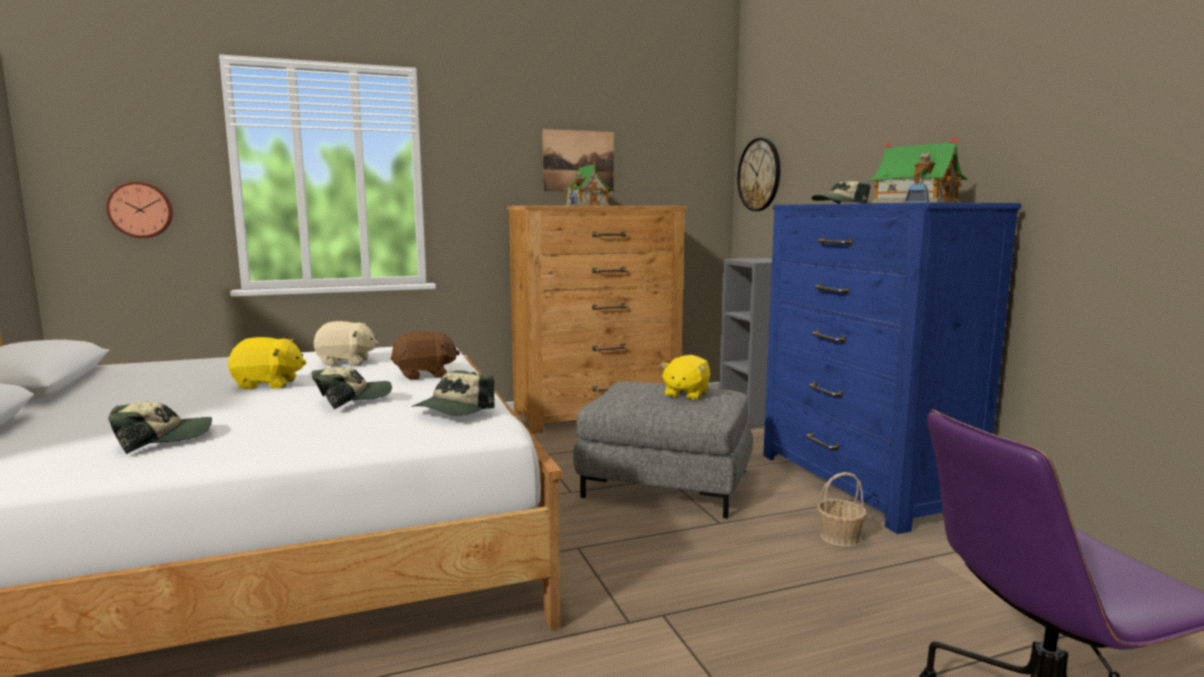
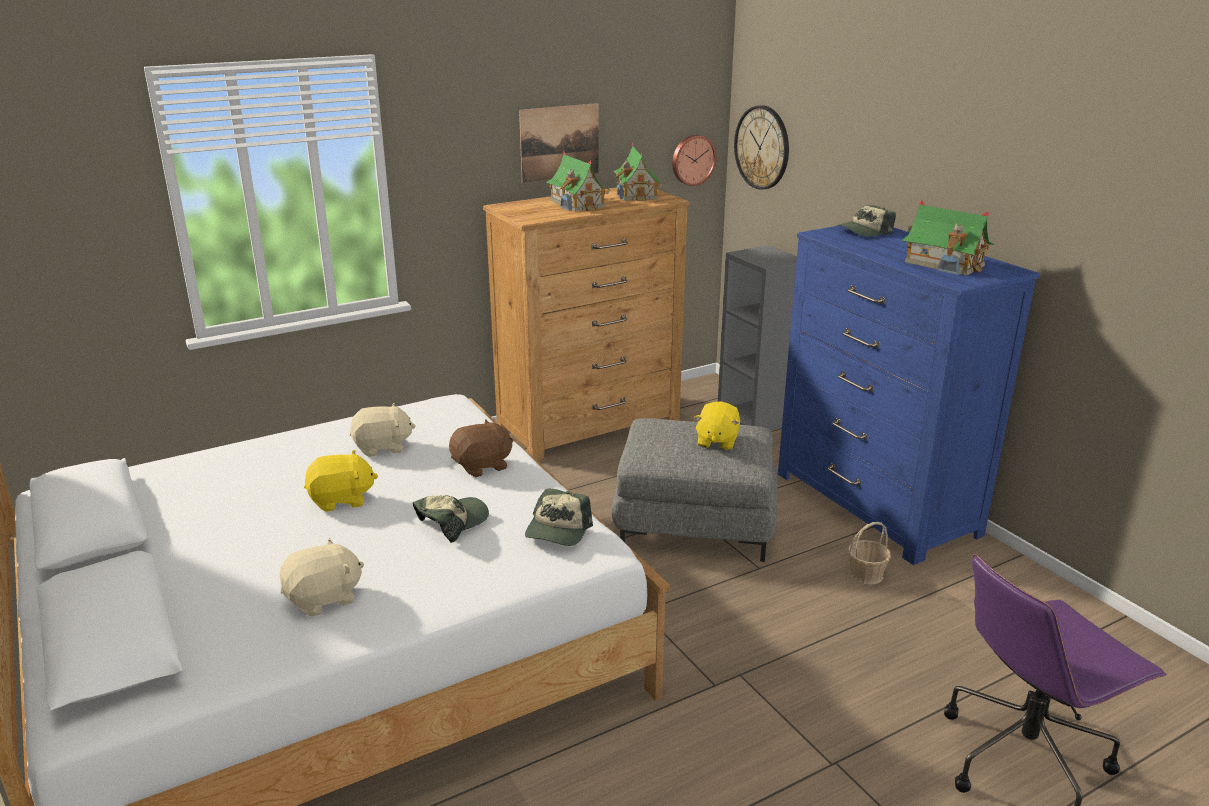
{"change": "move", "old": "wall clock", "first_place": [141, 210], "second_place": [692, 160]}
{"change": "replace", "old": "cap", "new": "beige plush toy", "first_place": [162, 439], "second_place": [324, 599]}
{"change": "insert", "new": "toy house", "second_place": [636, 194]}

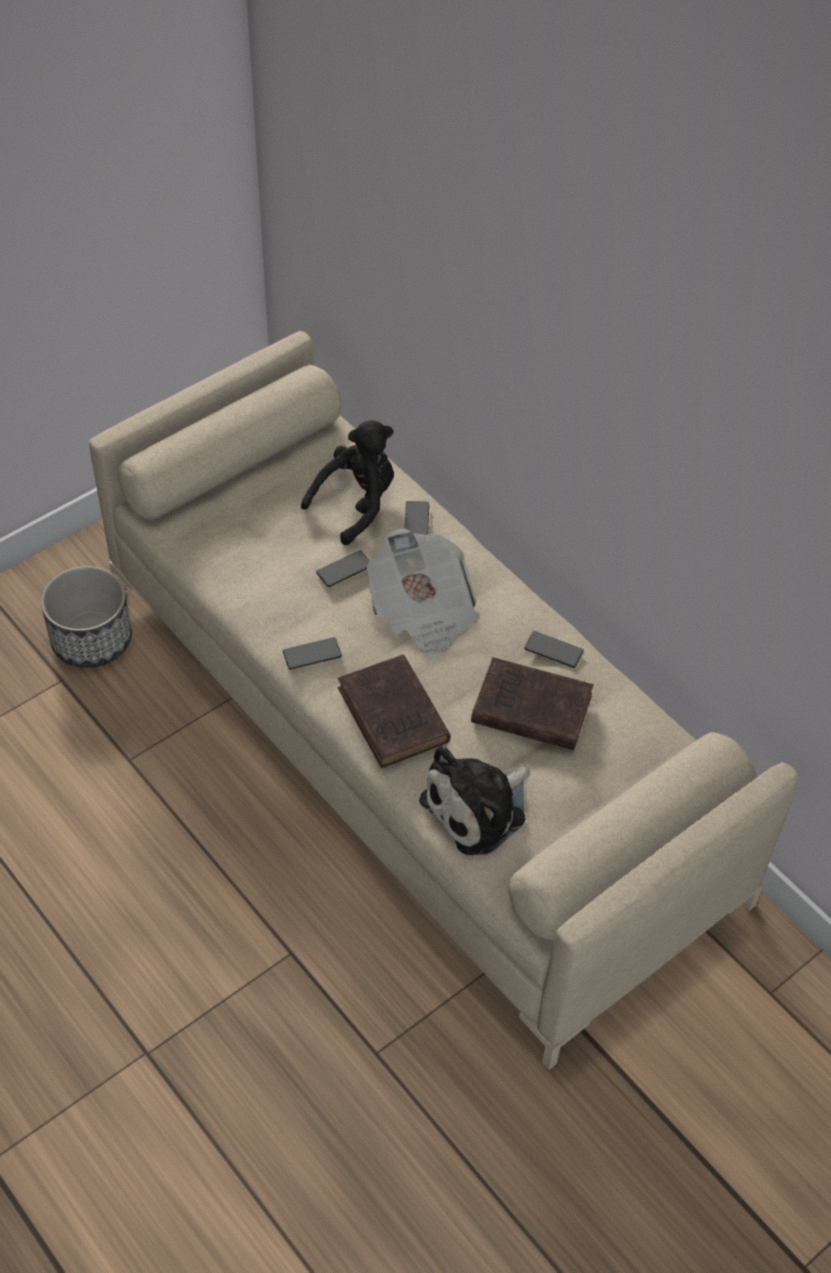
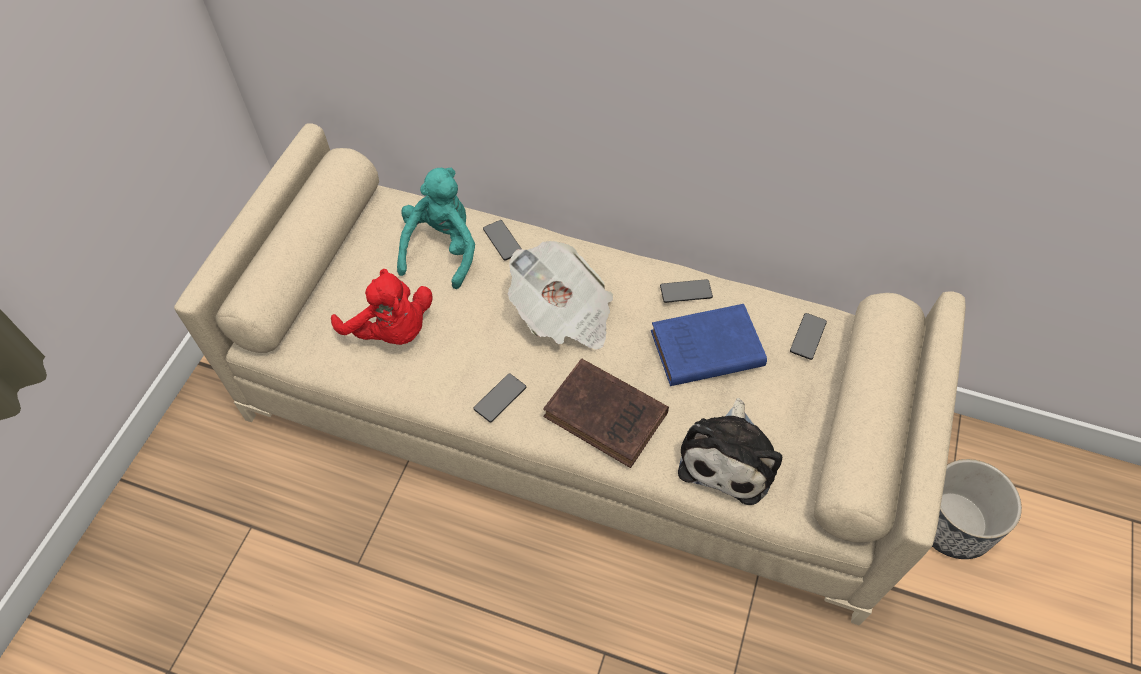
{"change": "move", "old": "planter", "first_place": [92, 640], "second_place": [953, 523]}
{"change": "recolor", "old": "black plush toy", "new": "turquoise plush toy", "first_place": [356, 504], "second_place": [442, 249]}
{"change": "move", "old": "phone", "first_place": [344, 569], "second_place": [808, 336]}
{"change": "recolor", "old": "brown book", "new": "blue book", "first_place": [528, 708], "second_place": [703, 349]}
{"change": "insert", "new": "red plush toy", "second_place": [391, 330]}

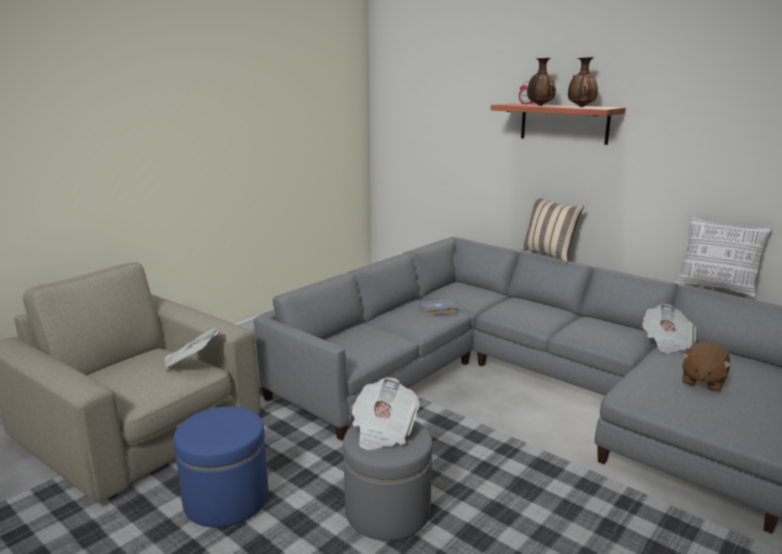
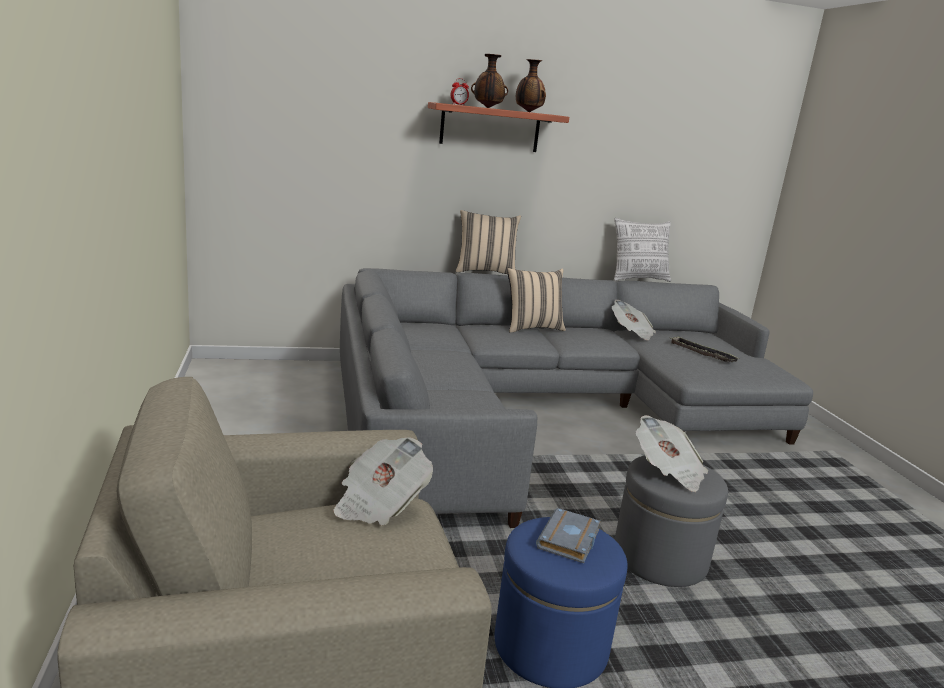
{"change": "move", "old": "grey book", "first_place": [437, 310], "second_place": [570, 541]}
{"change": "replace", "old": "brown plush toy", "new": "tray", "first_place": [702, 381], "second_place": [702, 353]}
{"change": "insert", "new": "beige pillow", "second_place": [532, 328]}

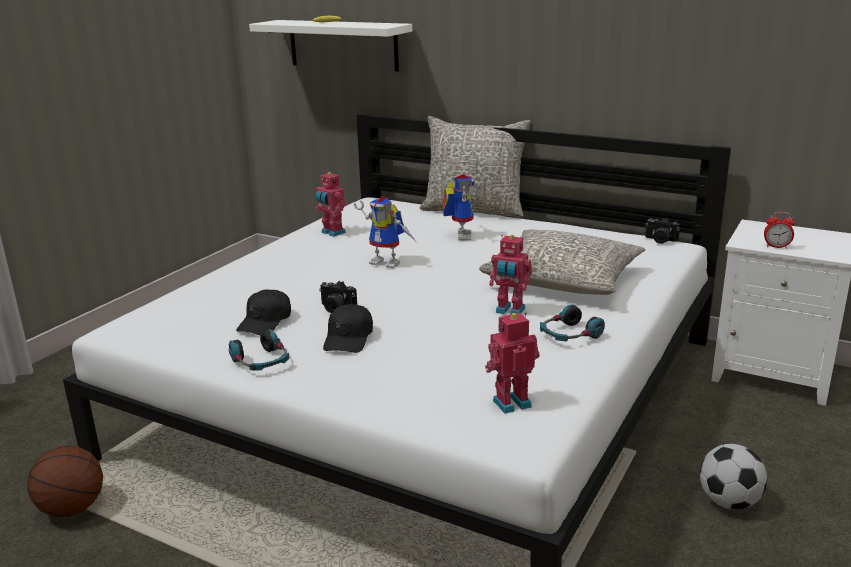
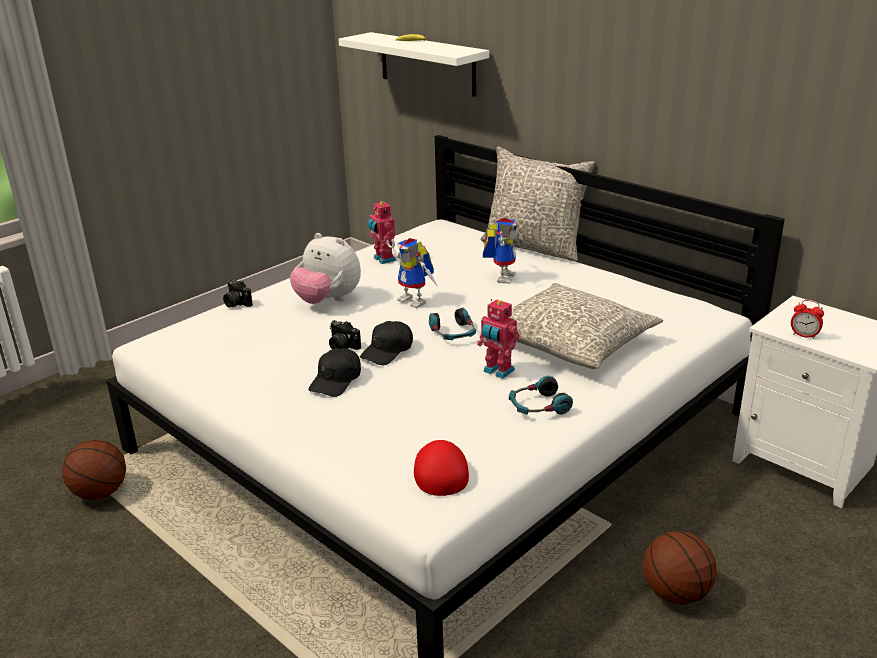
{"change": "move", "old": "headphones", "first_place": [261, 362], "second_place": [453, 333]}
{"change": "move", "old": "black cap", "first_place": [266, 322], "second_place": [388, 351]}
{"change": "replace", "old": "toy robot", "new": "red cap", "first_place": [510, 402], "second_place": [440, 470]}
{"change": "move", "old": "photo camera", "first_place": [660, 240], "second_place": [236, 303]}
{"change": "replace", "old": "football", "new": "basketball", "first_place": [729, 502], "second_place": [676, 593]}
{"change": "insert", "new": "plush toy", "second_place": [328, 301]}

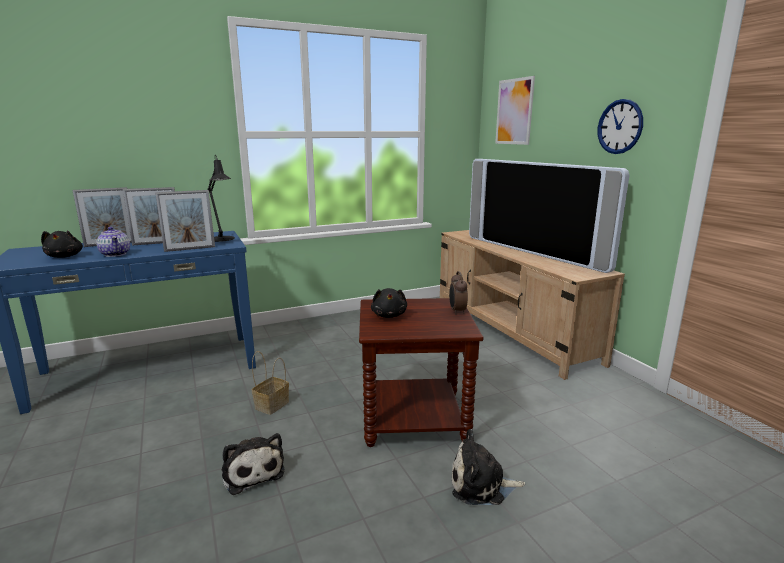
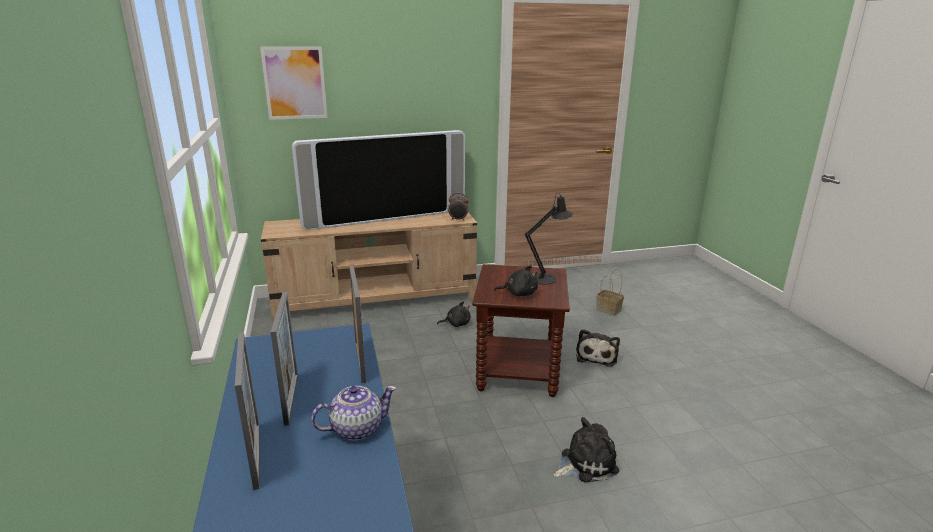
{"change": "move", "old": "black plush toy", "first_place": [65, 256], "second_place": [456, 324]}
{"change": "move", "old": "black table lamp", "first_place": [222, 239], "second_place": [546, 278]}
{"change": "move", "old": "basket", "first_place": [272, 404], "second_place": [607, 309]}
{"change": "move", "old": "alarm clock", "first_place": [457, 311], "second_place": [458, 220]}
{"change": "delete", "old": "wall clock", "first_place": [620, 126]}

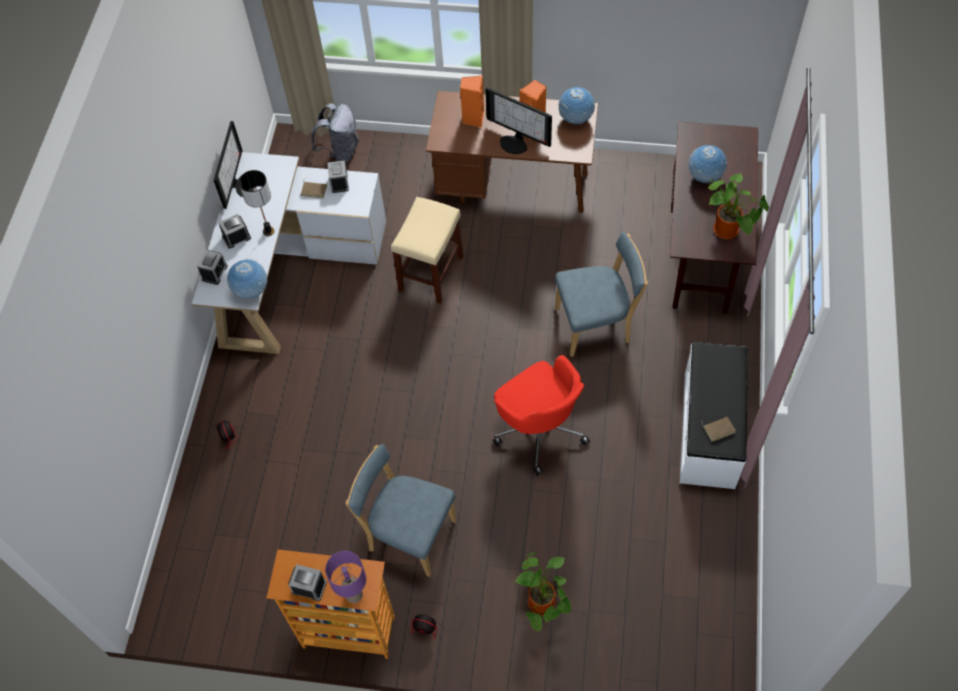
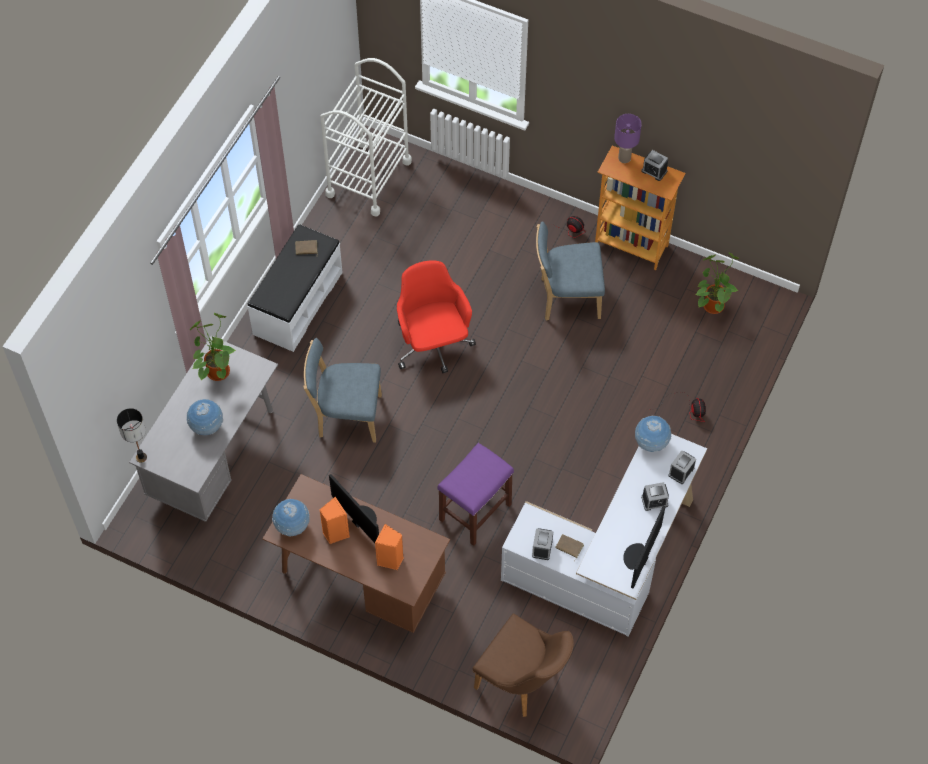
{"change": "move", "old": "table lamp", "first_place": [268, 231], "second_place": [141, 457]}
{"change": "replace", "old": "grey backpack", "new": "brown chair", "first_place": [340, 151], "second_place": [523, 683]}
{"change": "rotate", "old": "blue chair", "first_place": [408, 534], "second_place": [567, 298], "degrees": 135}
{"change": "recolor", "old": "beige stool", "new": "purple stool", "first_place": [431, 274], "second_place": [475, 511]}
{"change": "move", "old": "potted plant", "first_place": [544, 605], "second_place": [712, 303]}
{"change": "recolor", "old": "brown desk", "new": "grey desk", "first_place": [702, 248], "second_place": [215, 457]}
{"change": "insert", "new": "white cart", "second_place": [368, 178]}

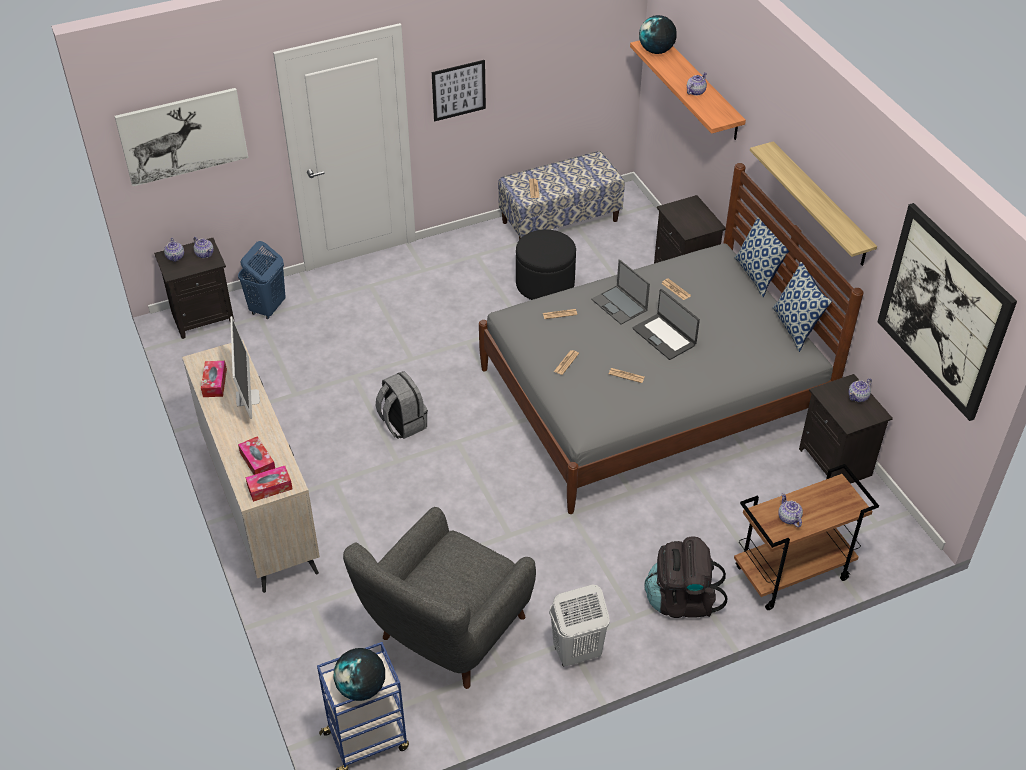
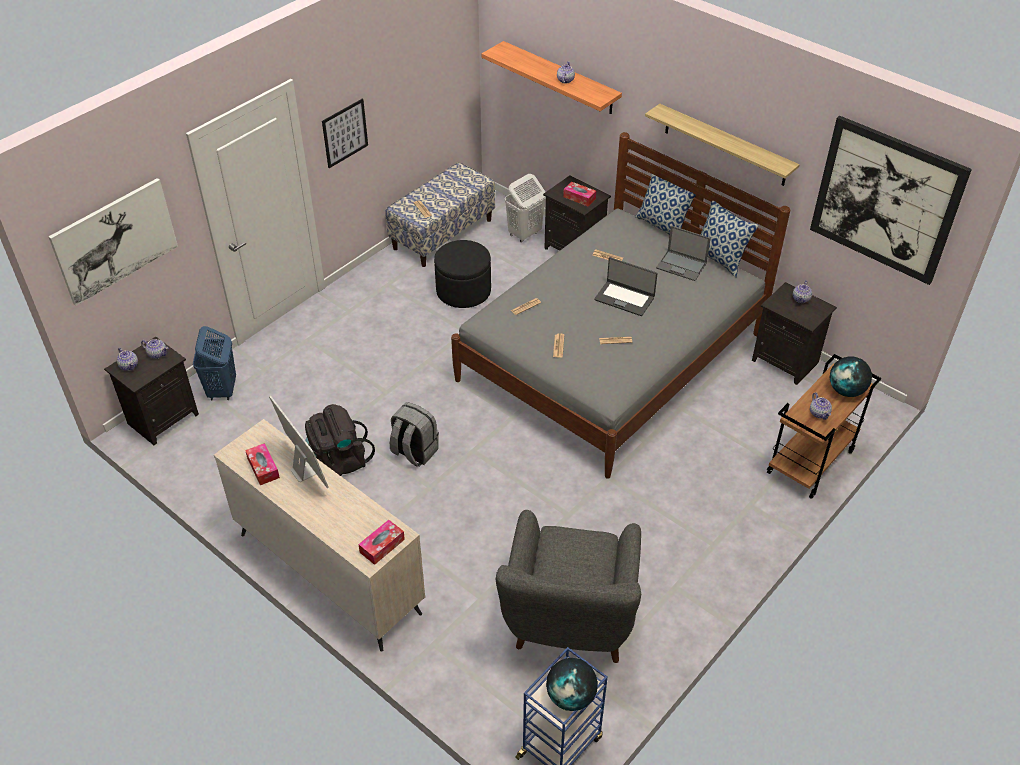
{"change": "move", "old": "tissue box", "first_place": [257, 462], "second_place": [579, 198]}
{"change": "move", "old": "white laundry basket", "first_place": [576, 652], "second_place": [524, 234]}
{"change": "move", "old": "laptop", "first_place": [620, 305], "second_place": [682, 266]}
{"change": "move", "old": "globe", "first_place": [656, 51], "second_place": [846, 390]}
{"change": "move", "old": "black backpack", "first_place": [681, 600], "second_place": [338, 462]}
{"change": "rotate", "old": "teapot", "first_place": [789, 518], "second_place": [819, 413], "degrees": -150}

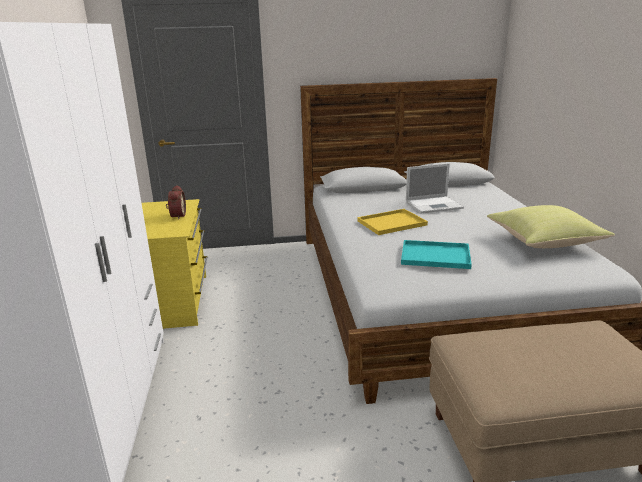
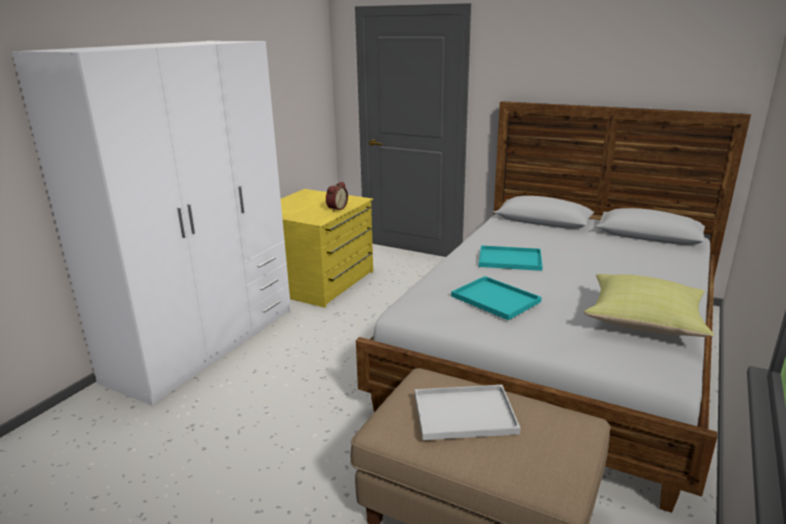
{"change": "recolor", "old": "yellow tray", "new": "turquoise tray", "first_place": [391, 223], "second_place": [508, 259]}
{"change": "delete", "old": "laptop", "first_place": [434, 205]}
{"change": "insert", "new": "white tray", "second_place": [462, 414]}

